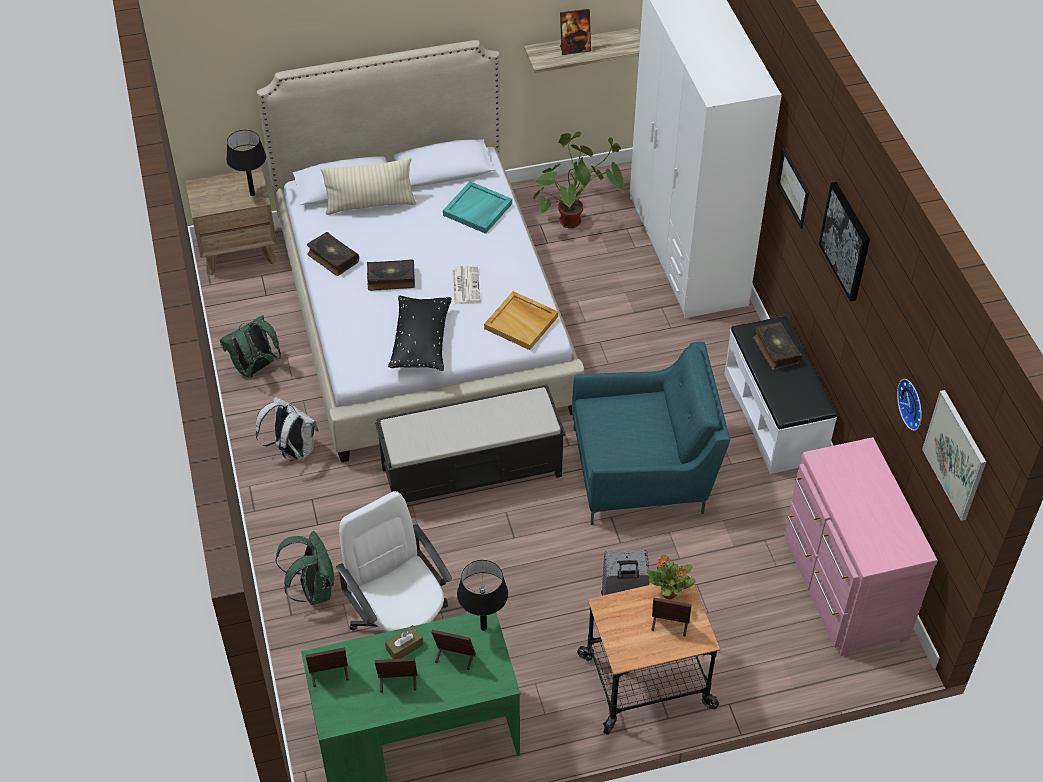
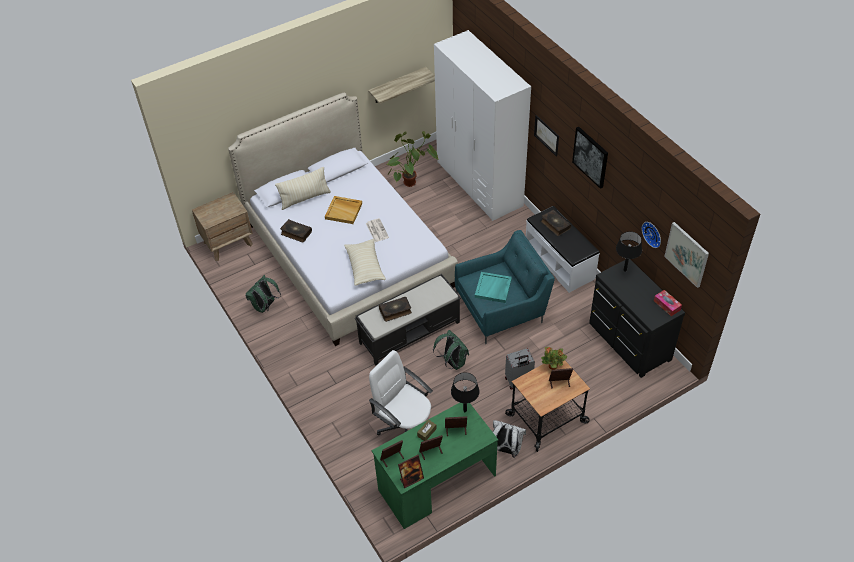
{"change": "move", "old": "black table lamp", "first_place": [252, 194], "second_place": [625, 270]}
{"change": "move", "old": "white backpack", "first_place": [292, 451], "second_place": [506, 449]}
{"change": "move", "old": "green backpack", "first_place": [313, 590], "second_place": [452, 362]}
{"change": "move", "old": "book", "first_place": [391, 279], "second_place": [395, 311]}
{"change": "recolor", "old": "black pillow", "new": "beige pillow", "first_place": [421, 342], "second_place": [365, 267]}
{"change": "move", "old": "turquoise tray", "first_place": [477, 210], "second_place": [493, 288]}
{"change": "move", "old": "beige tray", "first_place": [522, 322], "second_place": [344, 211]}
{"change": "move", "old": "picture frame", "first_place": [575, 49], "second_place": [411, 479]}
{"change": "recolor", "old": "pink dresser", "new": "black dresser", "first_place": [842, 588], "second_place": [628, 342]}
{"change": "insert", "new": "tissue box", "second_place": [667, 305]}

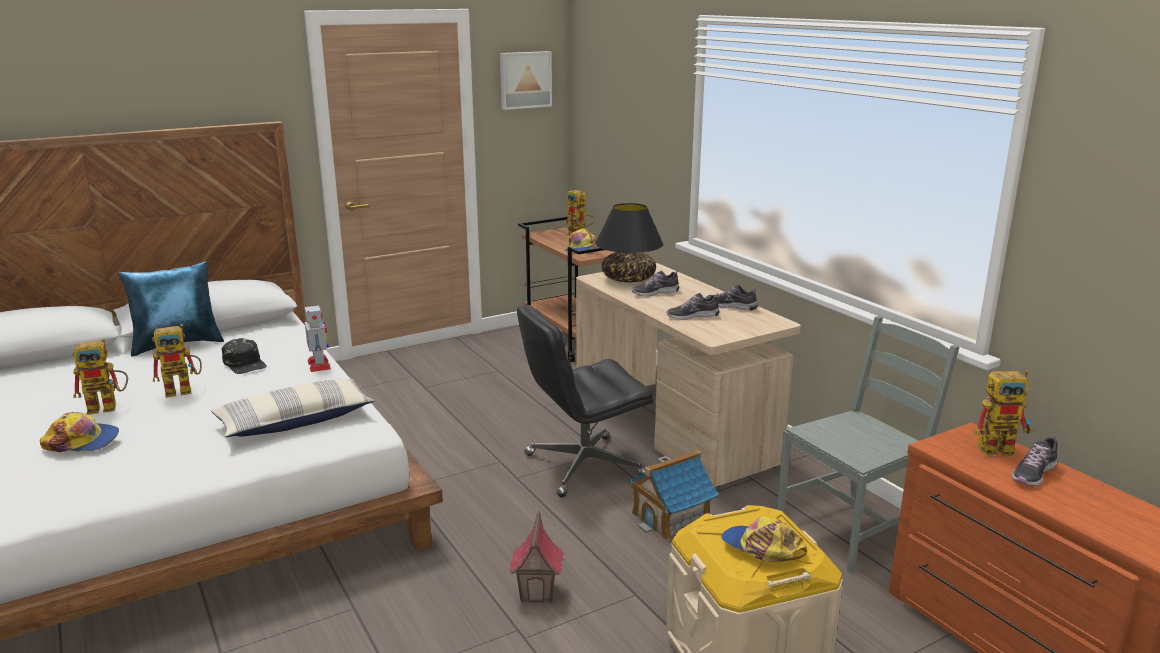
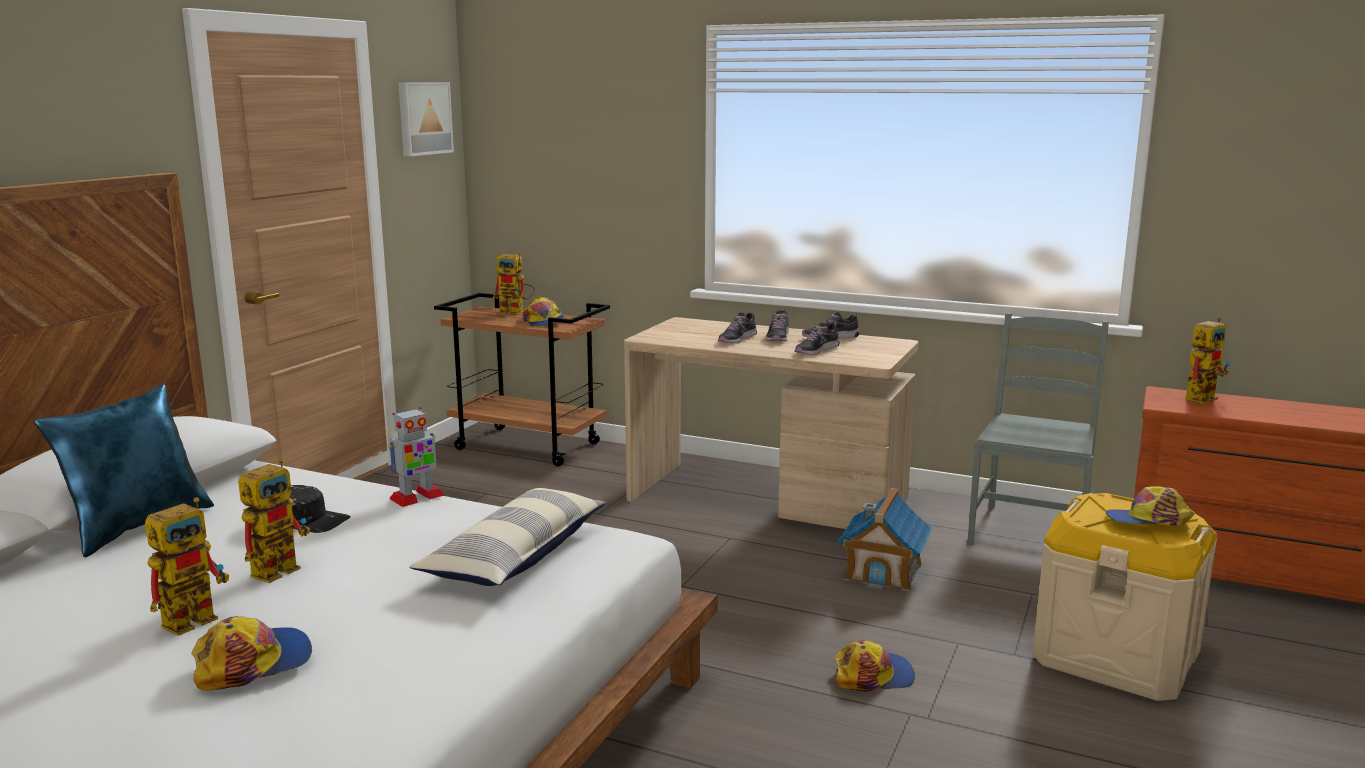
{"change": "rotate", "old": "toy robot", "first_place": [319, 365], "second_place": [416, 497], "degrees": 105}
{"change": "replace", "old": "toy house", "new": "cap", "first_place": [538, 592], "second_place": [873, 675]}
{"change": "delete", "old": "black office chair", "first_place": [583, 466]}
{"change": "delete", "old": "black table lamp", "first_place": [629, 278]}
{"change": "move", "old": "shoe", "first_place": [1033, 473], "second_place": [778, 337]}

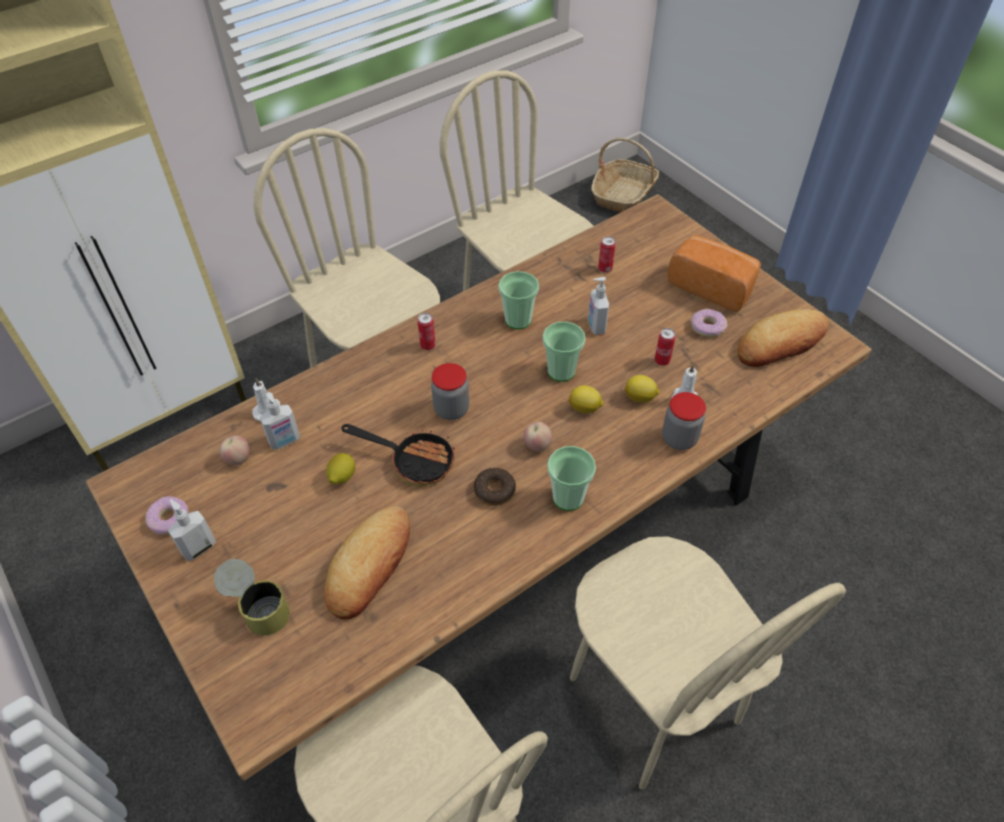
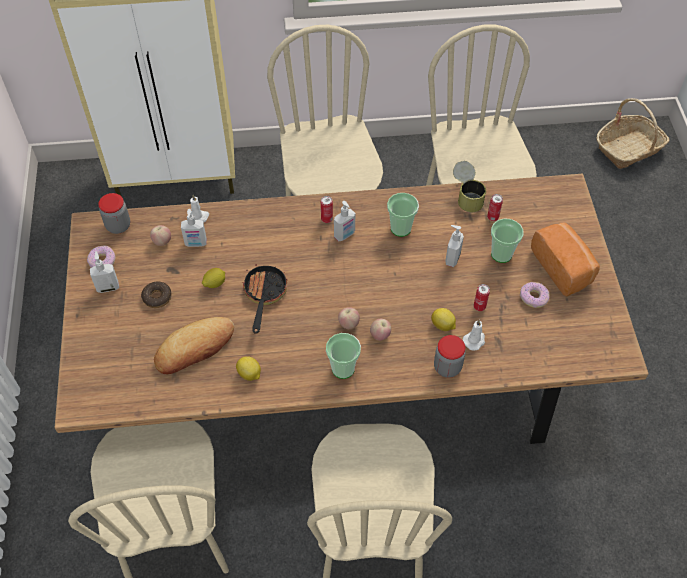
{"change": "move", "old": "can", "first_place": [258, 607], "second_place": [467, 196]}
{"change": "rotate", "old": "frying pan", "first_place": [414, 461], "second_place": [264, 295], "degrees": -135}
{"change": "move", "old": "jar", "first_place": [451, 409], "second_place": [118, 225]}
{"change": "move", "old": "donut", "first_place": [494, 490], "second_place": [157, 297]}
{"change": "move", "old": "cup", "first_place": [561, 371], "second_place": [501, 254]}
{"change": "move", "old": "lemon", "first_place": [585, 408], "second_place": [249, 374]}
{"change": "delete", "old": "bread", "first_place": [781, 343]}
{"change": "insert", "new": "soap dispenser", "second_place": [345, 235]}
{"change": "insert", "new": "apple", "second_place": [380, 335]}

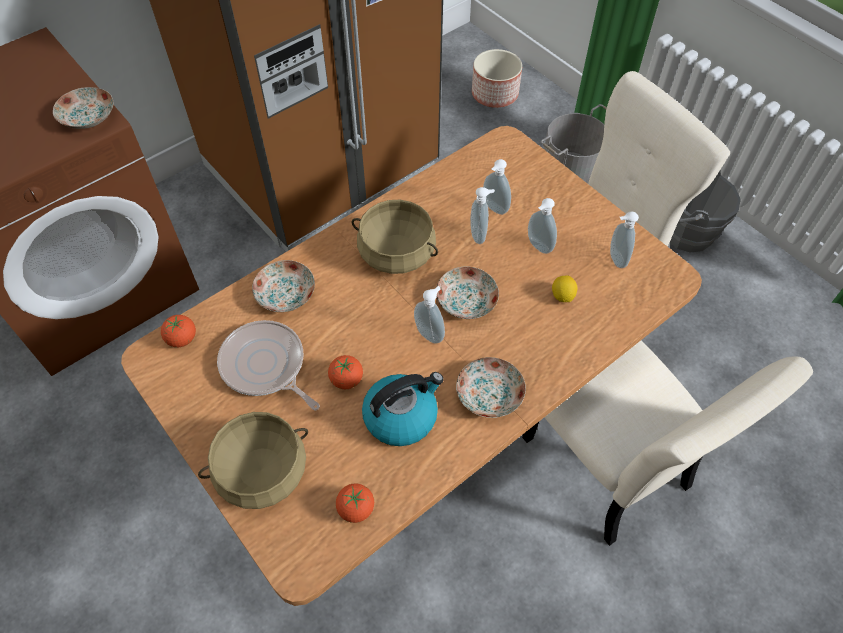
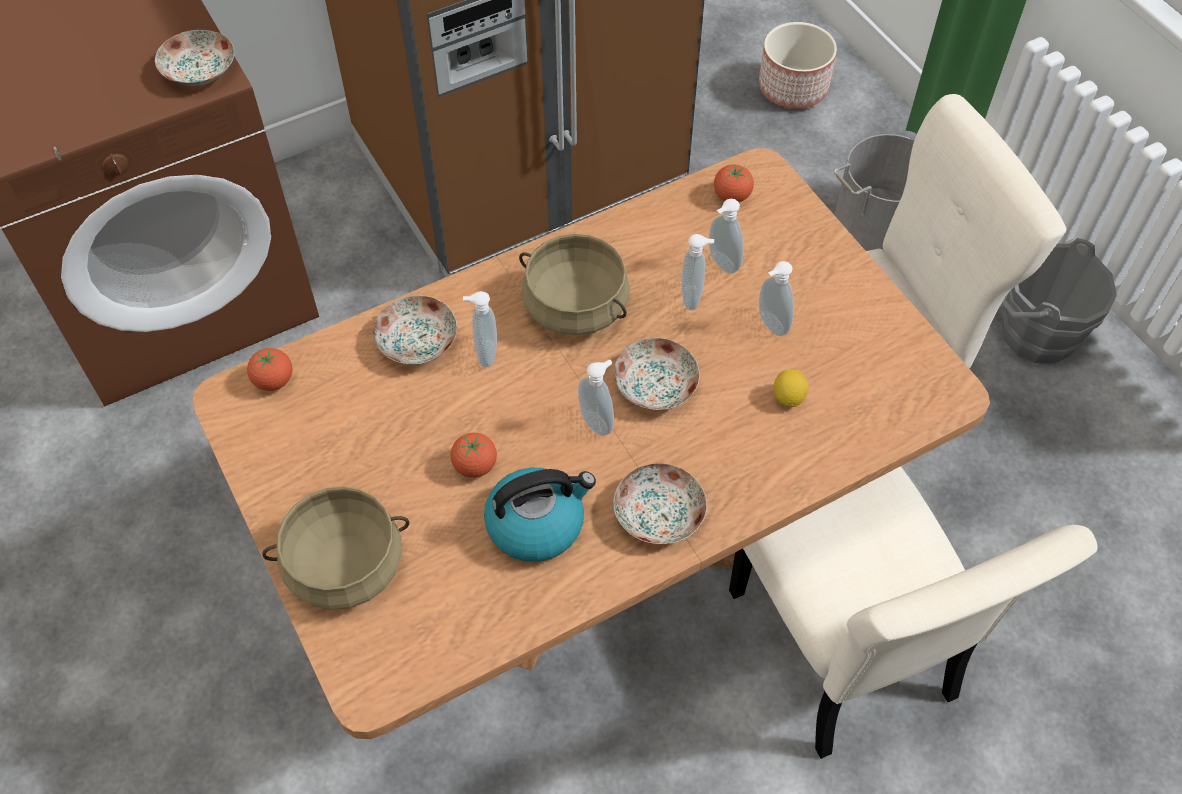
{"change": "delete", "old": "frying pan", "first_place": [265, 366]}
{"change": "move", "old": "tomato", "first_place": [356, 509], "second_place": [732, 196]}
{"change": "move", "old": "soap dispenser", "first_place": [615, 259], "second_place": [484, 353]}

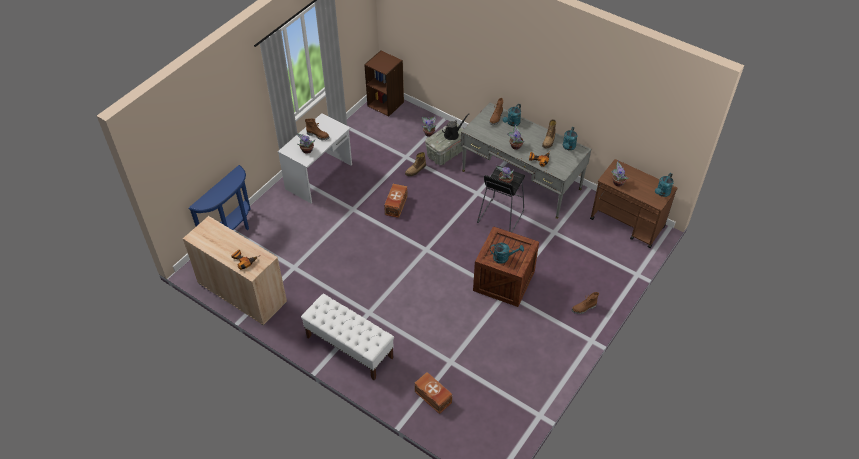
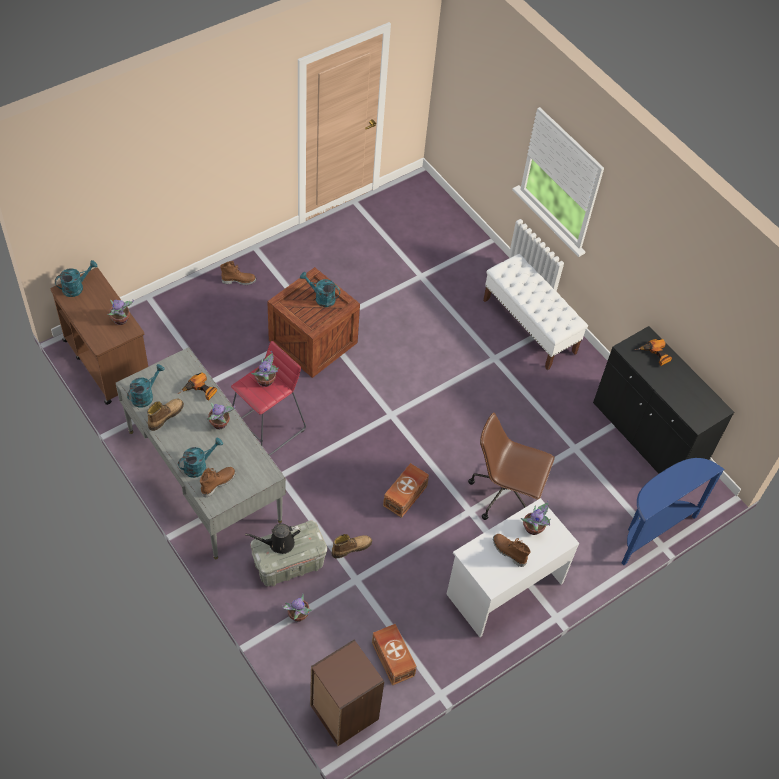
{"change": "recolor", "old": "beige cabinet", "new": "black cabinet", "first_place": [242, 292], "second_place": [648, 435]}
{"change": "move", "old": "brown storage box", "first_place": [433, 397], "second_place": [393, 658]}
{"change": "recolor", "old": "black stool", "new": "red stool", "first_place": [500, 216], "second_place": [268, 428]}
{"change": "insert", "new": "brown office chair", "second_place": [505, 494]}

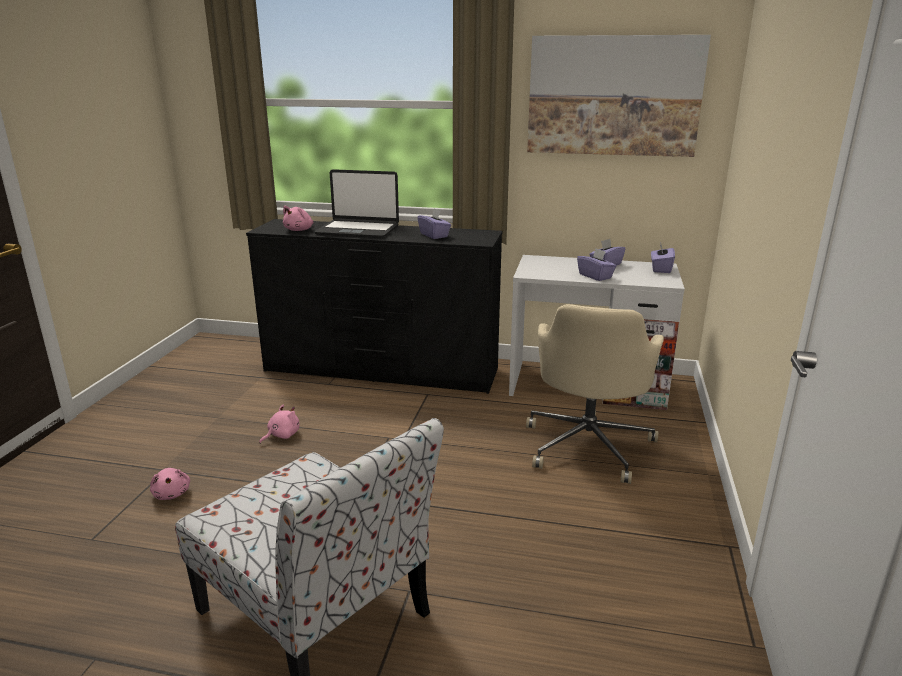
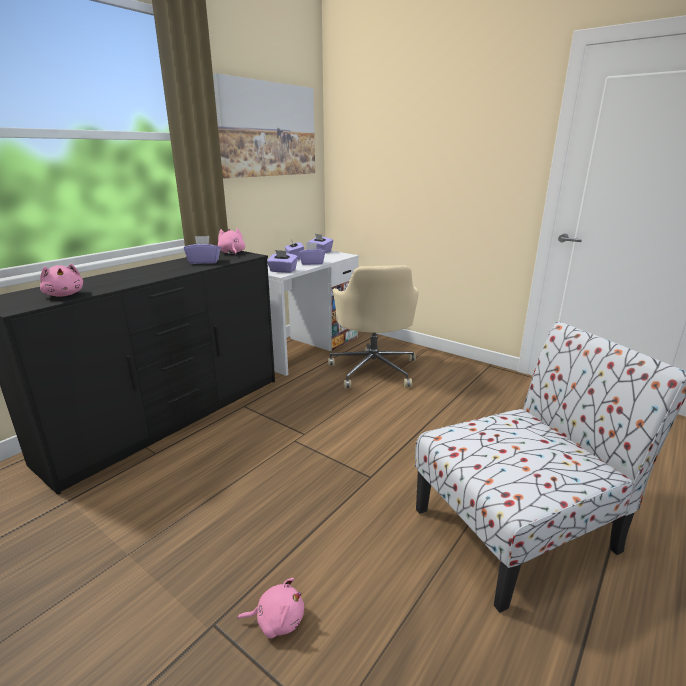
{"change": "move", "old": "pink plush toy", "first_place": [282, 435], "second_place": [232, 253]}
{"change": "delete", "old": "laptop", "first_place": [358, 230]}
{"change": "rotate", "old": "beige office chair", "first_place": [588, 445], "second_place": [373, 369], "degrees": 45}
{"change": "insert", "new": "purple tissue box", "second_place": [282, 271]}

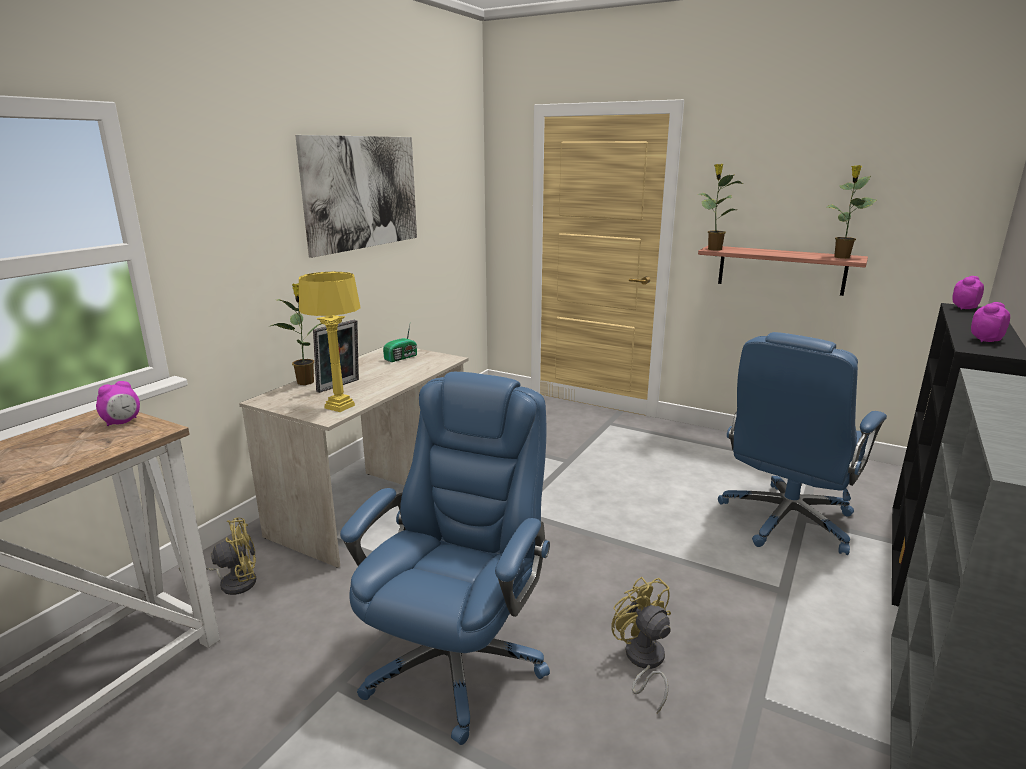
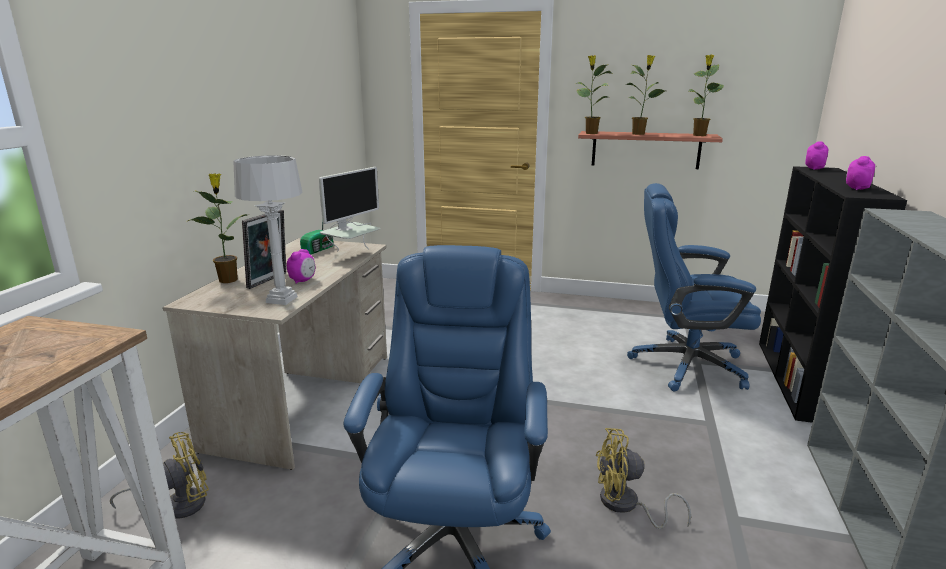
{"change": "move", "old": "alarm clock", "first_place": [122, 422], "second_place": [303, 281]}
{"change": "delete", "old": "picture", "first_place": [362, 192]}
{"change": "recolor", "old": "yellow table lamp", "new": "grey table lamp", "first_place": [340, 406], "second_place": [282, 299]}
{"change": "rotate", "old": "yellow fan", "first_place": [643, 662], "second_place": [626, 505], "degrees": -45}
{"change": "rotate", "old": "blue office chair", "first_place": [786, 521], "second_place": [685, 365], "degrees": 75}
{"change": "insert", "new": "monitor", "second_place": [352, 255]}
{"change": "insert", "new": "potted plant", "second_place": [639, 134]}

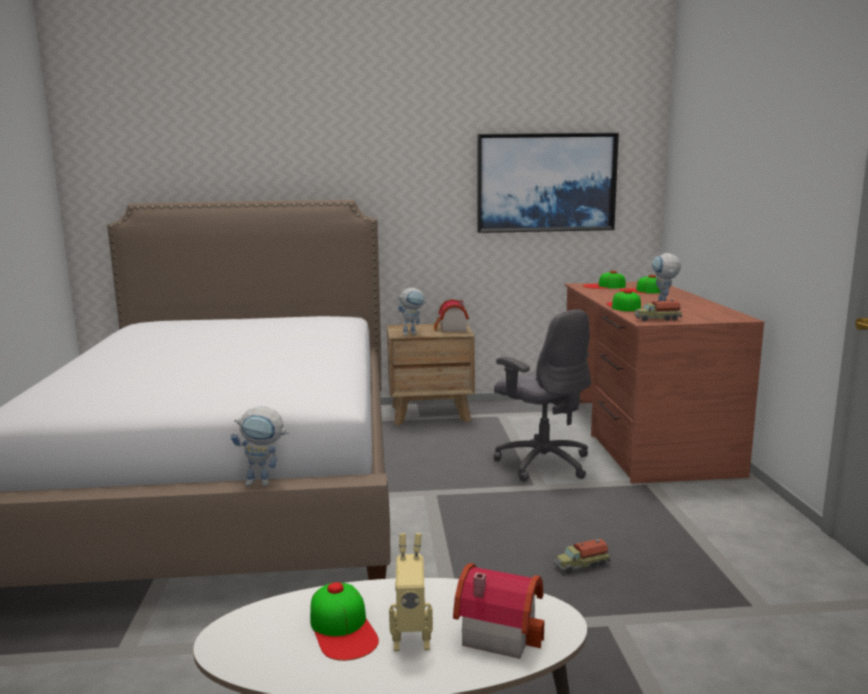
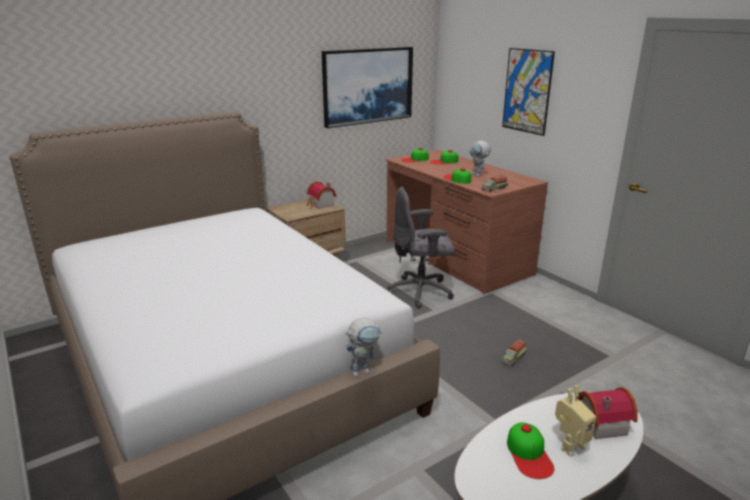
{"change": "rotate", "old": "cap", "first_place": [343, 629], "second_place": [529, 454], "degrees": 45}
{"change": "delete", "old": "toy robot", "first_place": [412, 333]}
{"change": "rotate", "old": "grey office chair", "first_place": [542, 463], "second_place": [421, 292], "degrees": 150}
{"change": "insert", "new": "picture", "second_place": [527, 91]}

